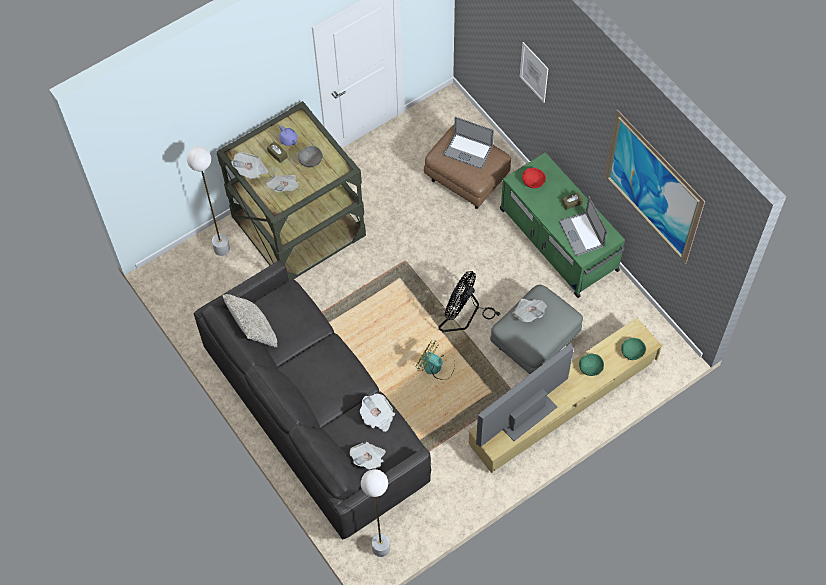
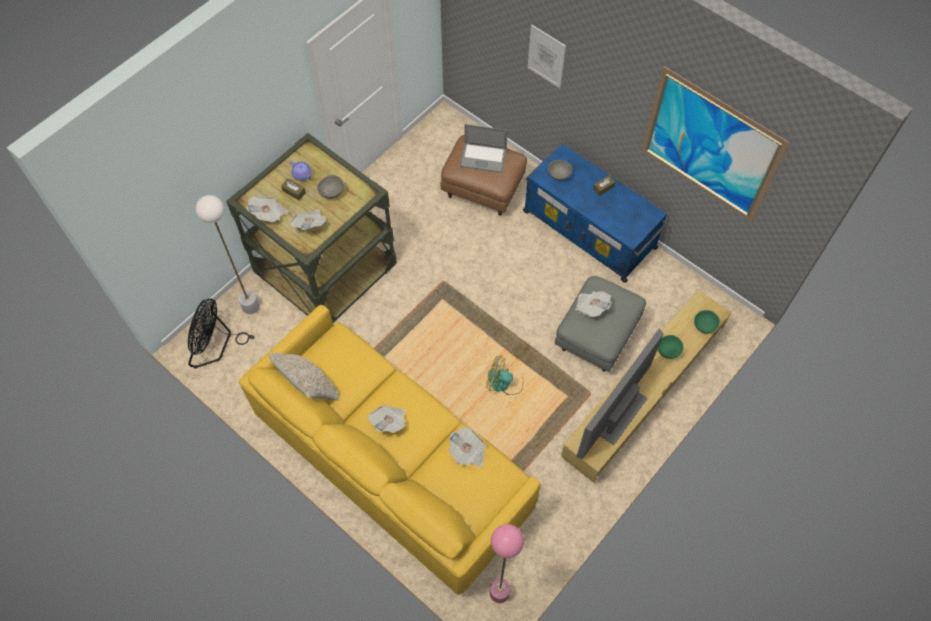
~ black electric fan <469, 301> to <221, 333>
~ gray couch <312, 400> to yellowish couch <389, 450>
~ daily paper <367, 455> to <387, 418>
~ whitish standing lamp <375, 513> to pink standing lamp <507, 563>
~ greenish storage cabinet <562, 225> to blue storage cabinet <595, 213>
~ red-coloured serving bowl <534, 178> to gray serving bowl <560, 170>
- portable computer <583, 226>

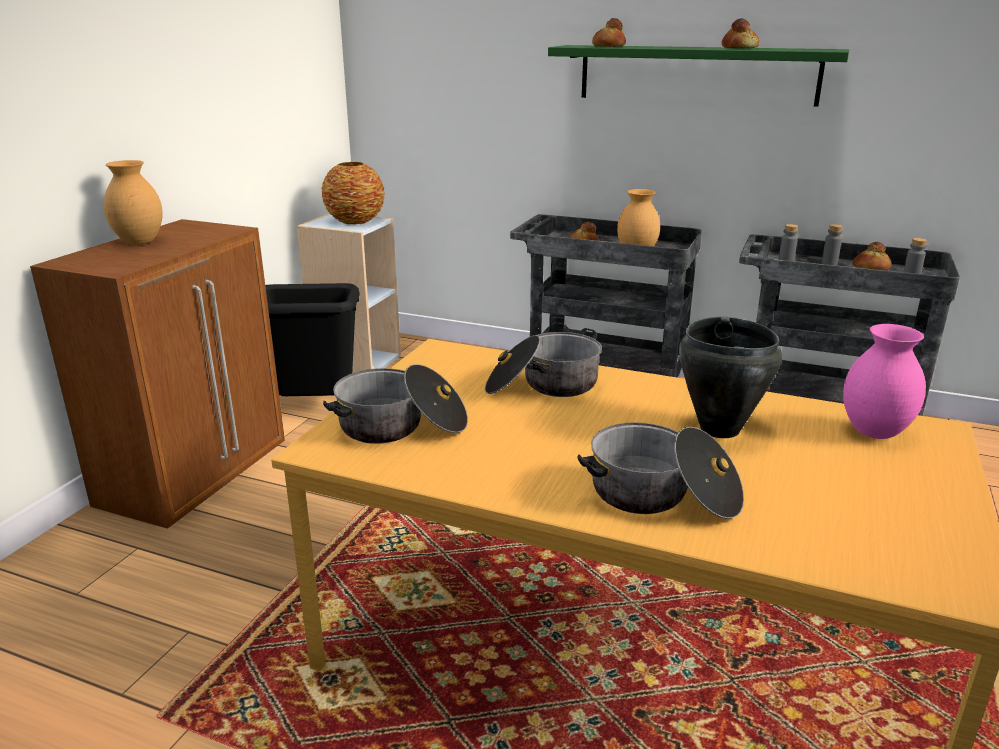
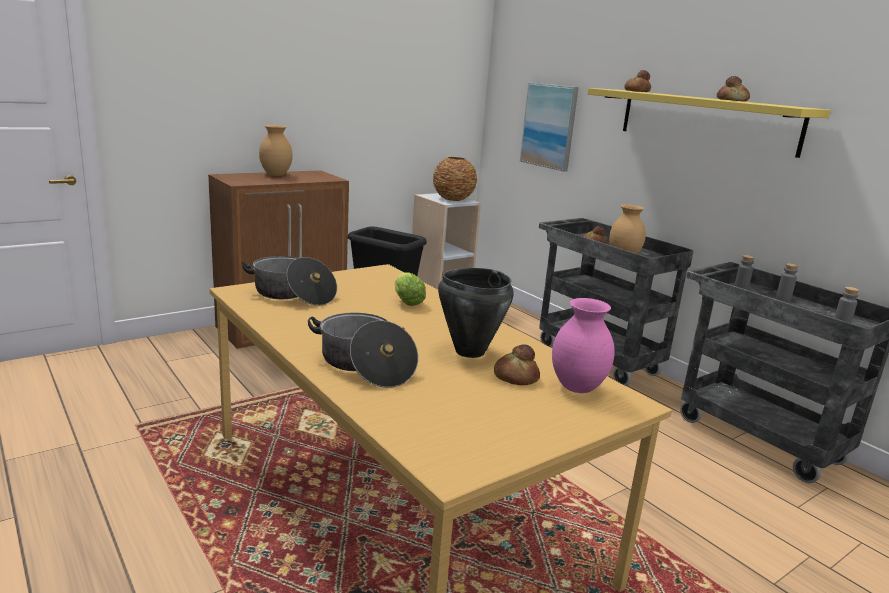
~ cooking pot <543, 362> to lettuce <410, 289>
~ baked bread <872, 256> to <517, 364>
+ wall picture <549, 127>
~ greenish shelf <698, 76> to yellowish shelf <709, 123>

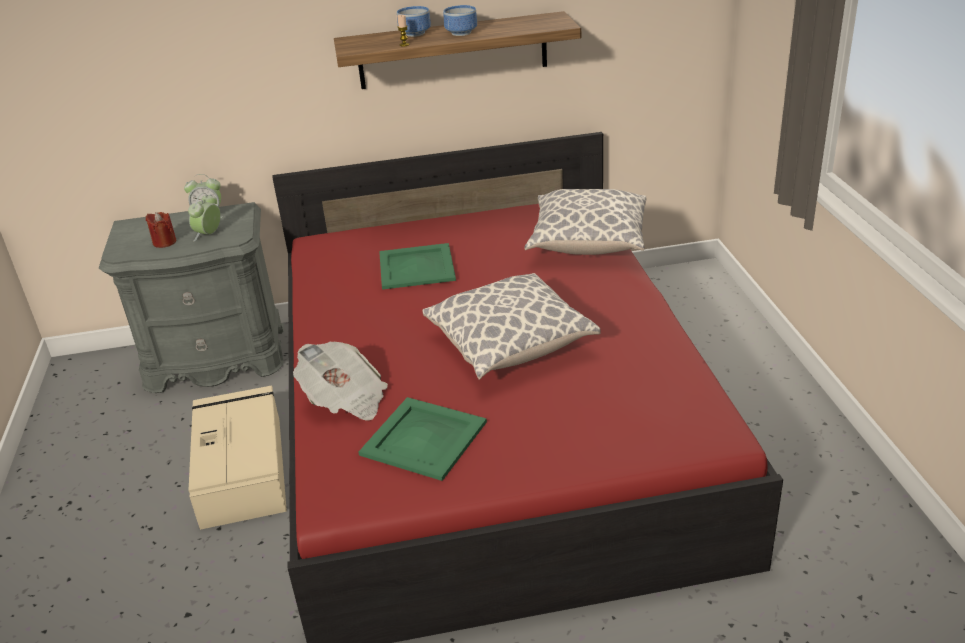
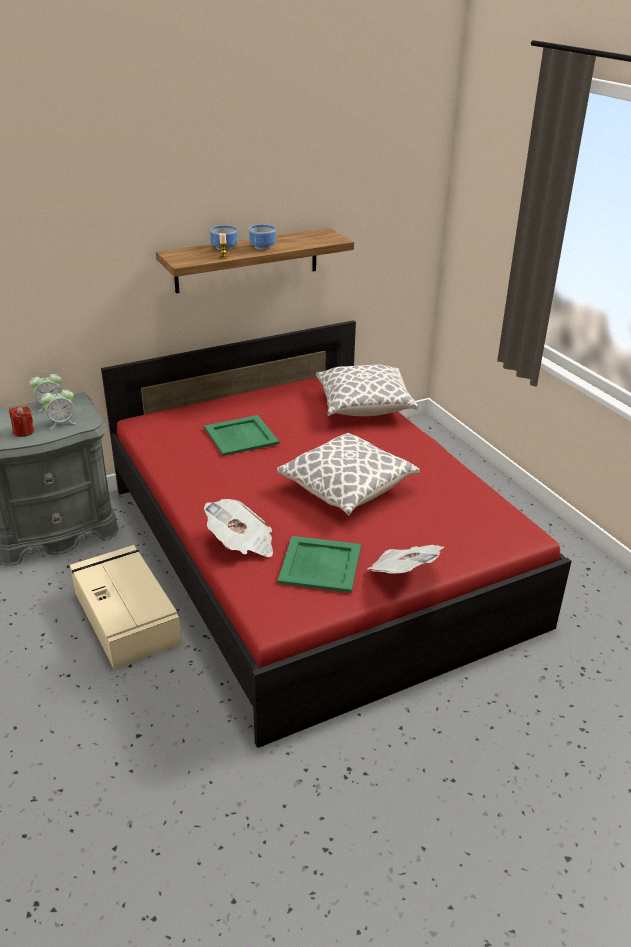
~ alarm clock <204, 217> = <58, 407> 120 degrees counterclockwise
+ daily paper <405, 559>

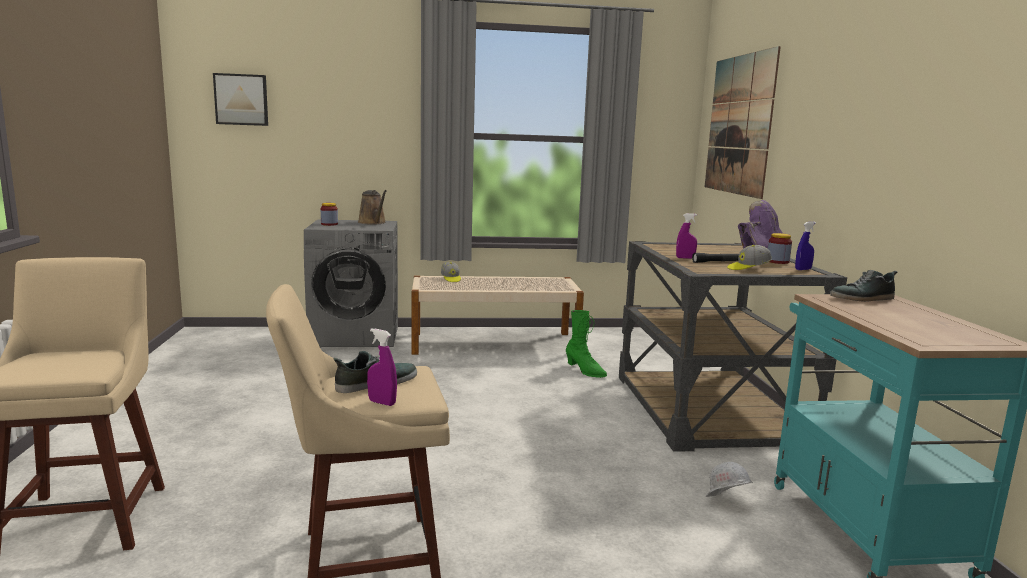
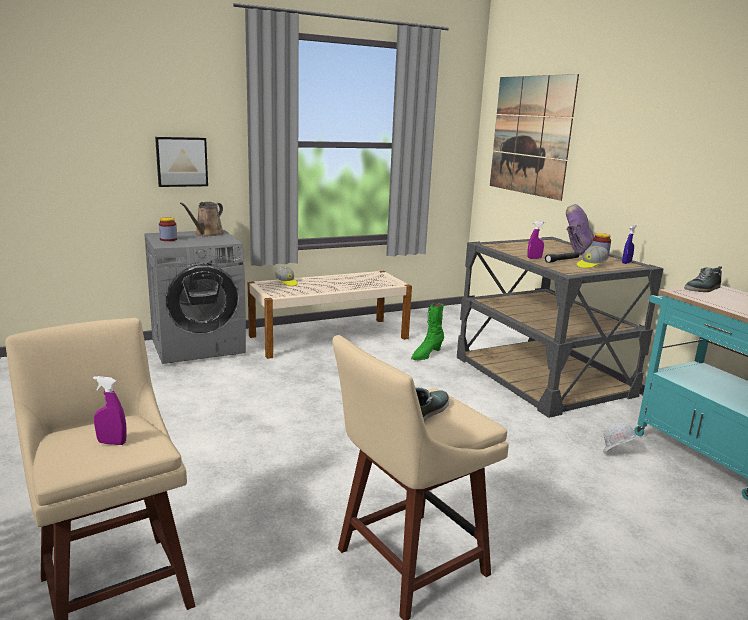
~ purple sprayer <382, 367> to <109, 410>
~ wall picture <240, 99> to <181, 162>
~ brownish sprinkling can <372, 207> = <202, 219> 75 degrees clockwise
~ greenish high-top boot <586, 344> = <427, 331> 105 degrees clockwise

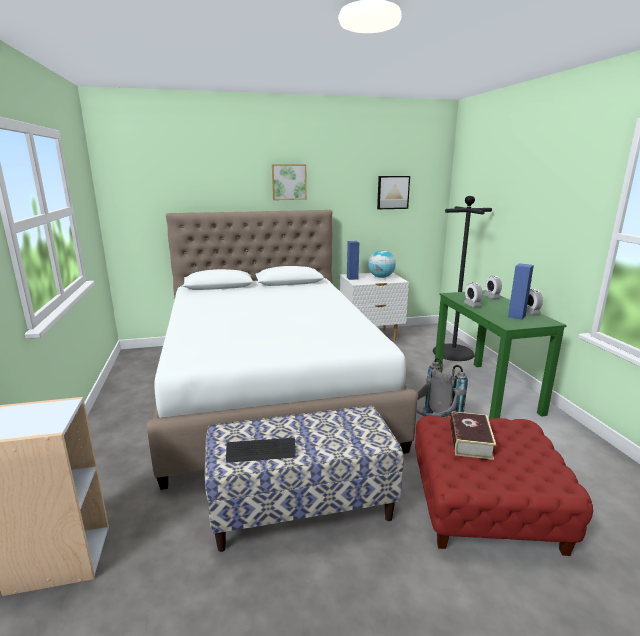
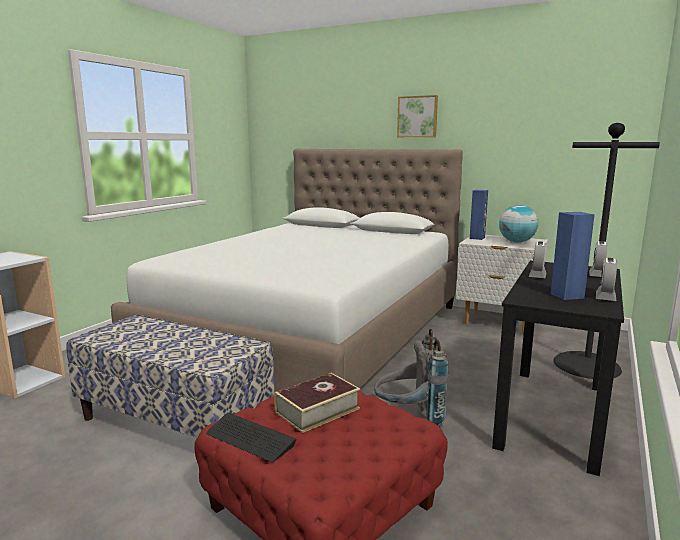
~ PC keyboard <261, 450> to <251, 437>
~ greenish desk <501, 354> to black desk <558, 368>
- wall picture <393, 192>

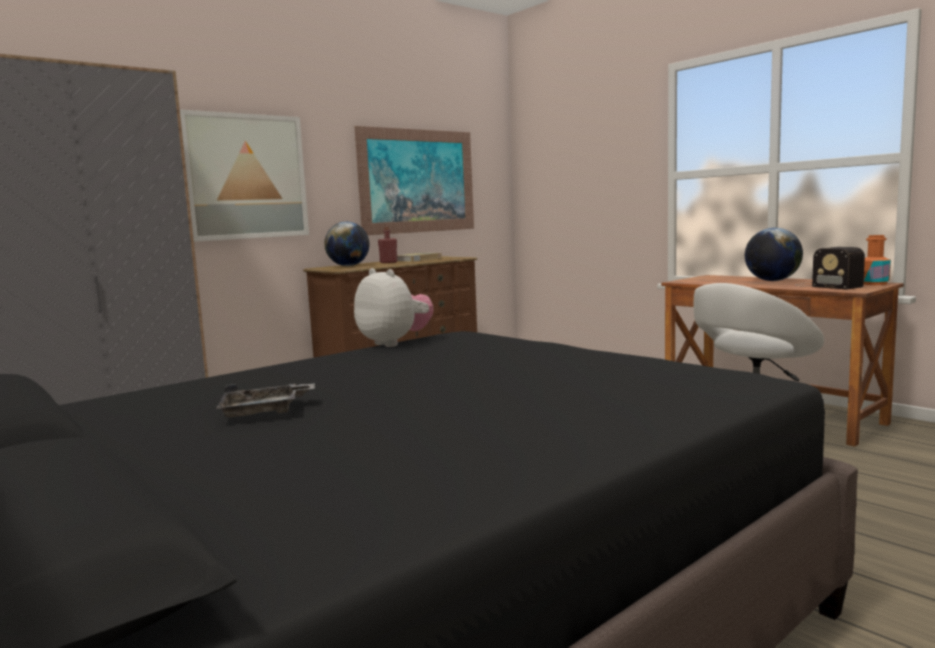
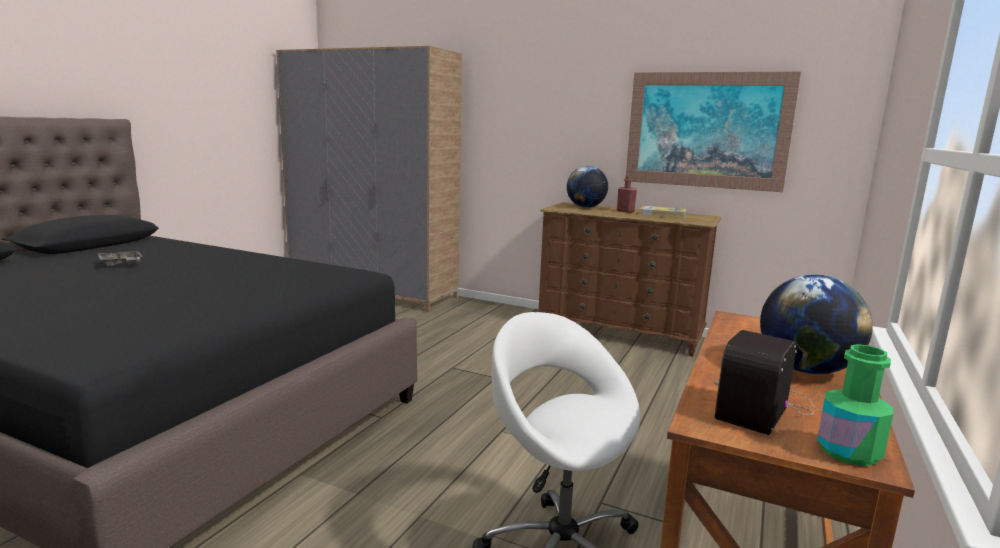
~ orange bottle <877, 260> to greenish bottle <855, 405>
- wall picture <244, 176>
- soft toy <393, 307>

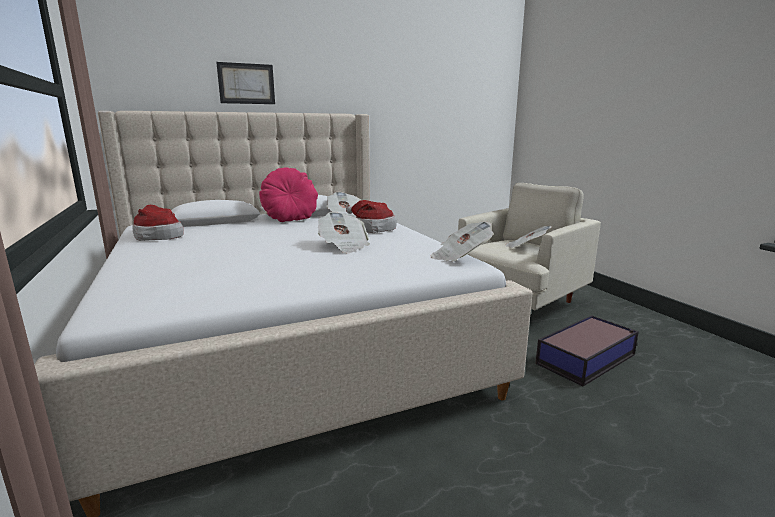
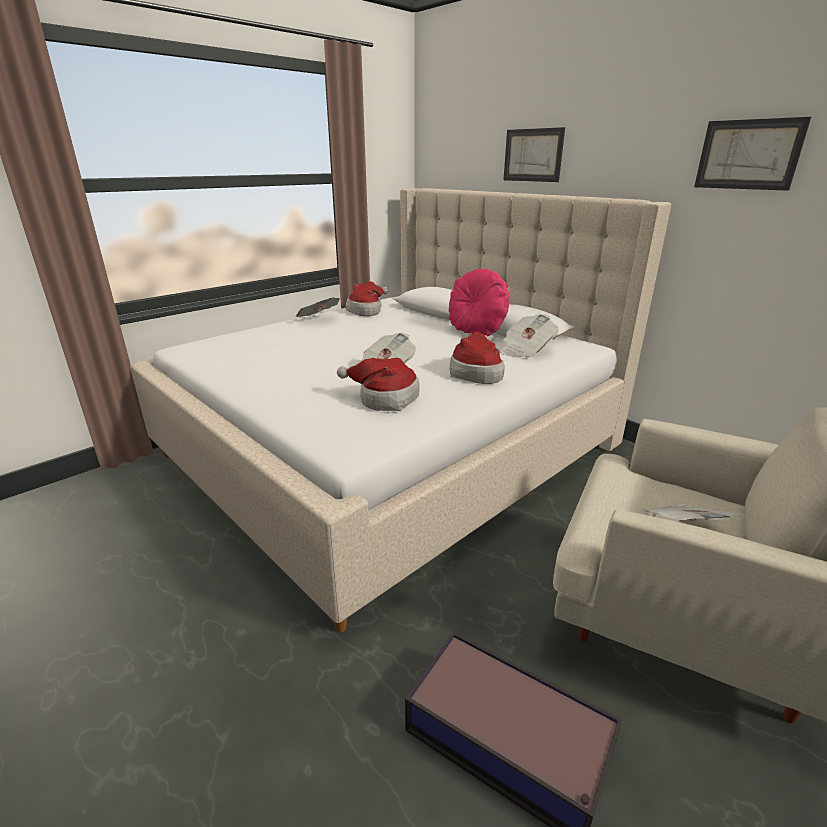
~ daily paper <461, 242> to <318, 307>
+ hat <378, 384>
+ wall picture <752, 154>

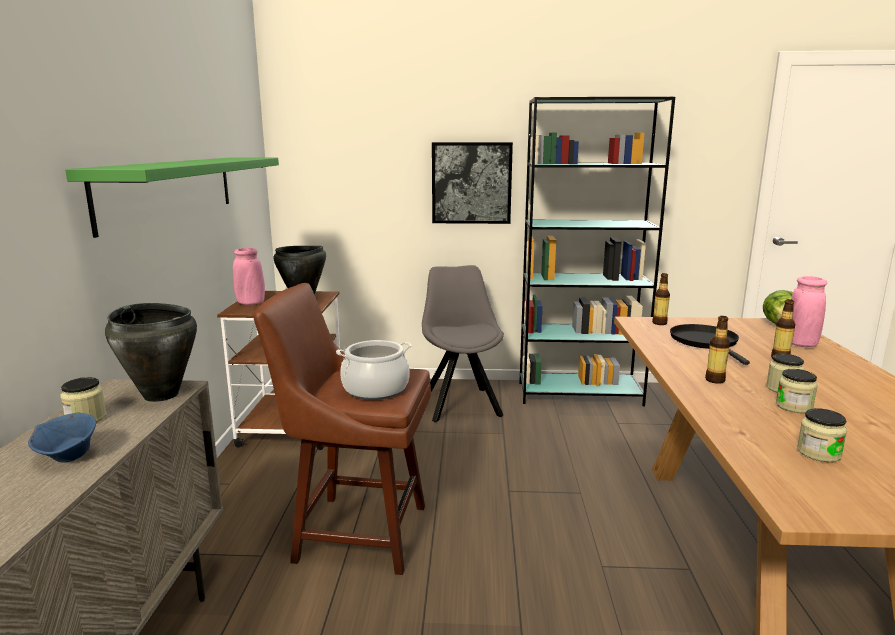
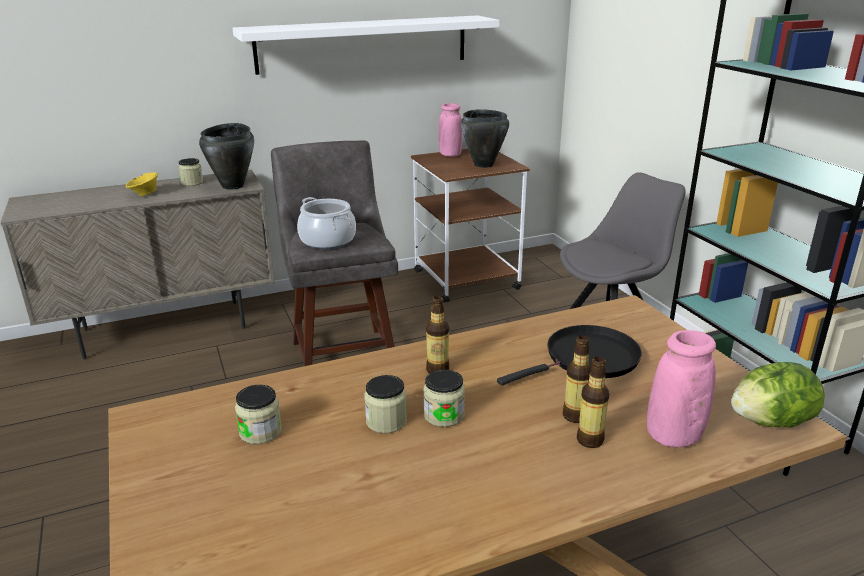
~ blue serving bowl <62, 438> to yellowish serving bowl <142, 184>
~ greenish shelf <172, 198> to whitish shelf <366, 45>
~ brownish sitting stool <342, 429> to gray sitting stool <334, 253>
~ bottle <661, 299> to <593, 402>
- wall picture <472, 183>

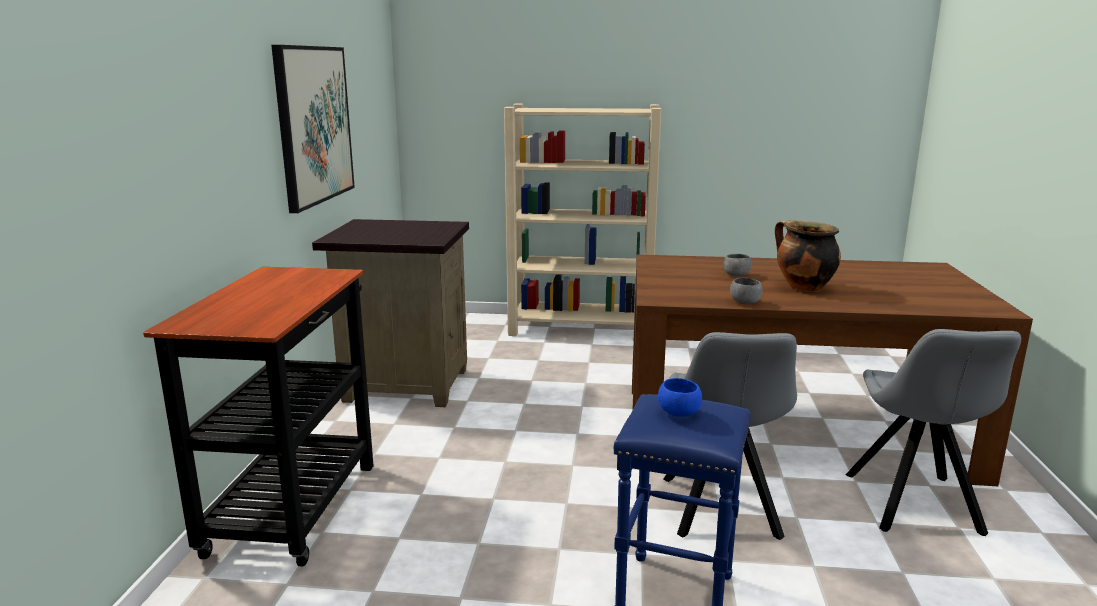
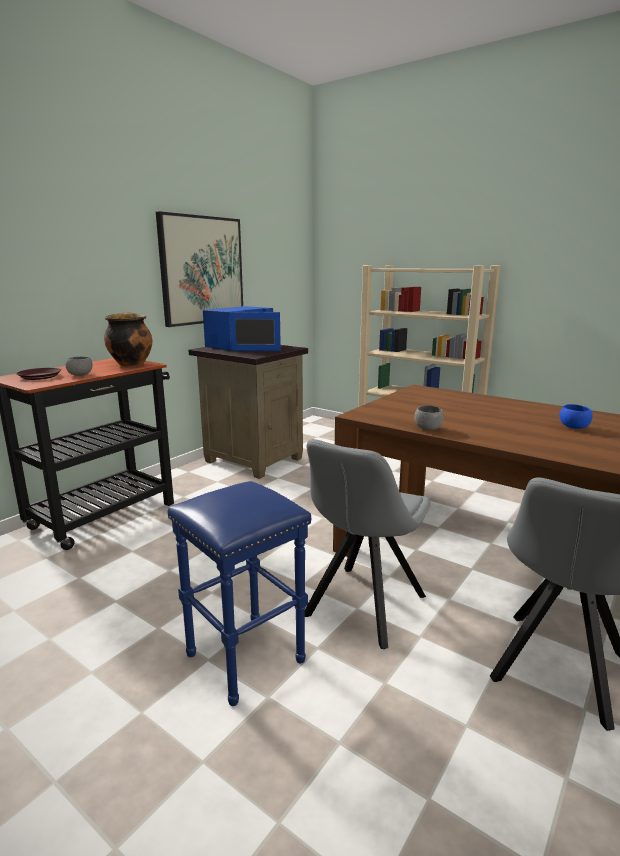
+ brownish flat dish <38, 374>
~ gray serving bowl <738, 265> to <79, 366>
~ cooking pot <808, 256> to <128, 339>
+ blue microwave oven <242, 328>
~ blue serving bowl <680, 397> to <576, 416>

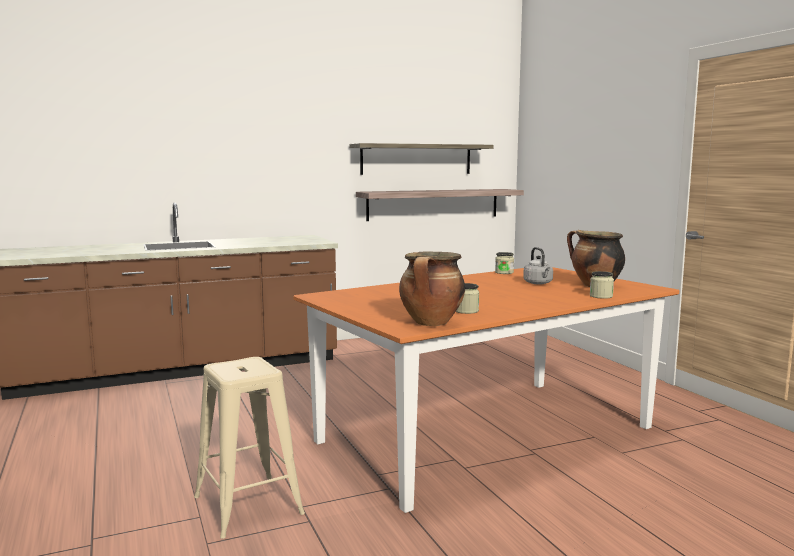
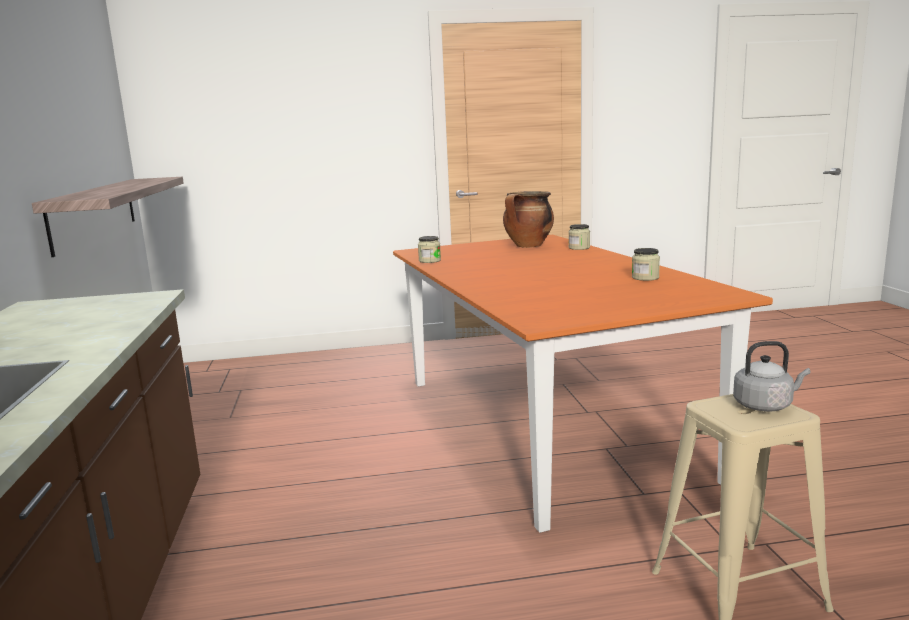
~ gray water kettle <538, 266> to <772, 376>
- shelf <421, 159>
- cooking pot <432, 289>

